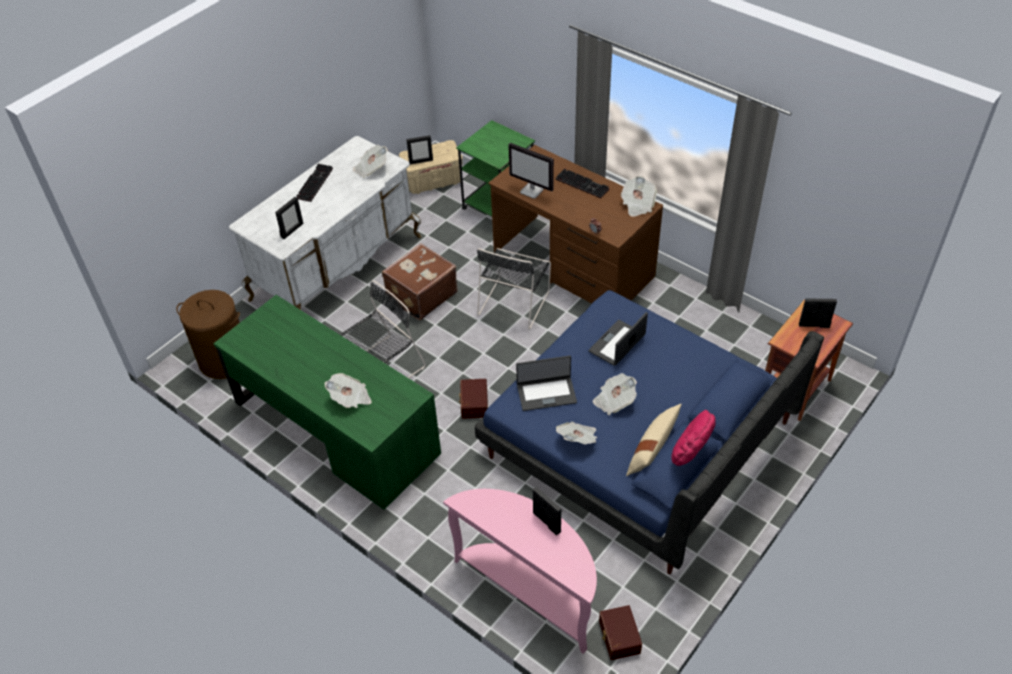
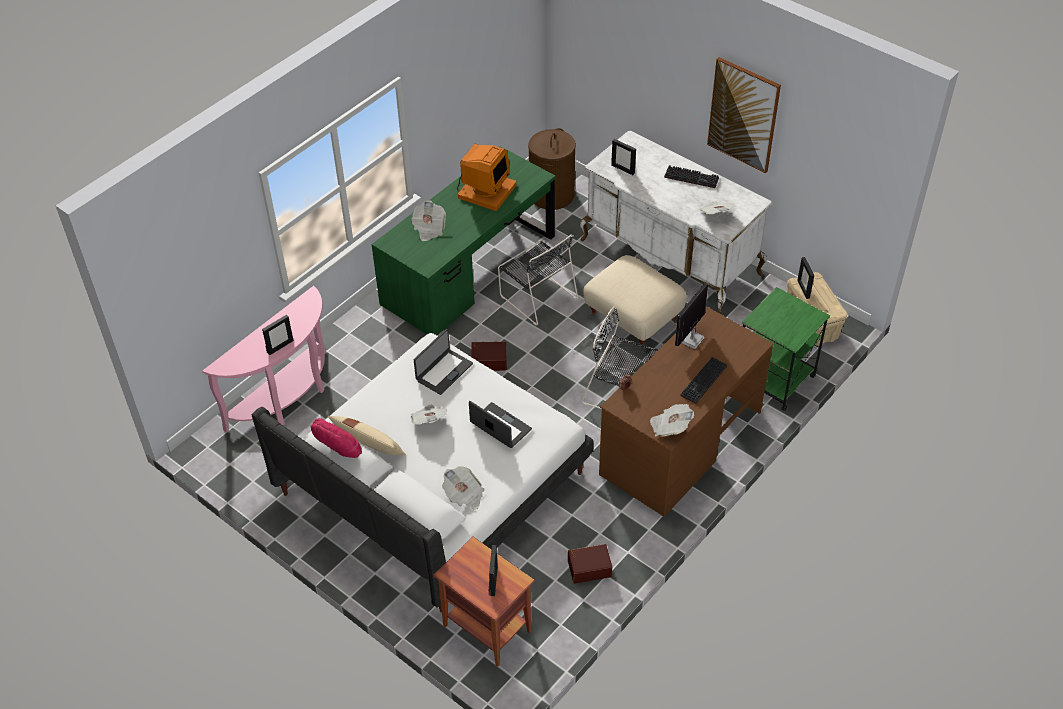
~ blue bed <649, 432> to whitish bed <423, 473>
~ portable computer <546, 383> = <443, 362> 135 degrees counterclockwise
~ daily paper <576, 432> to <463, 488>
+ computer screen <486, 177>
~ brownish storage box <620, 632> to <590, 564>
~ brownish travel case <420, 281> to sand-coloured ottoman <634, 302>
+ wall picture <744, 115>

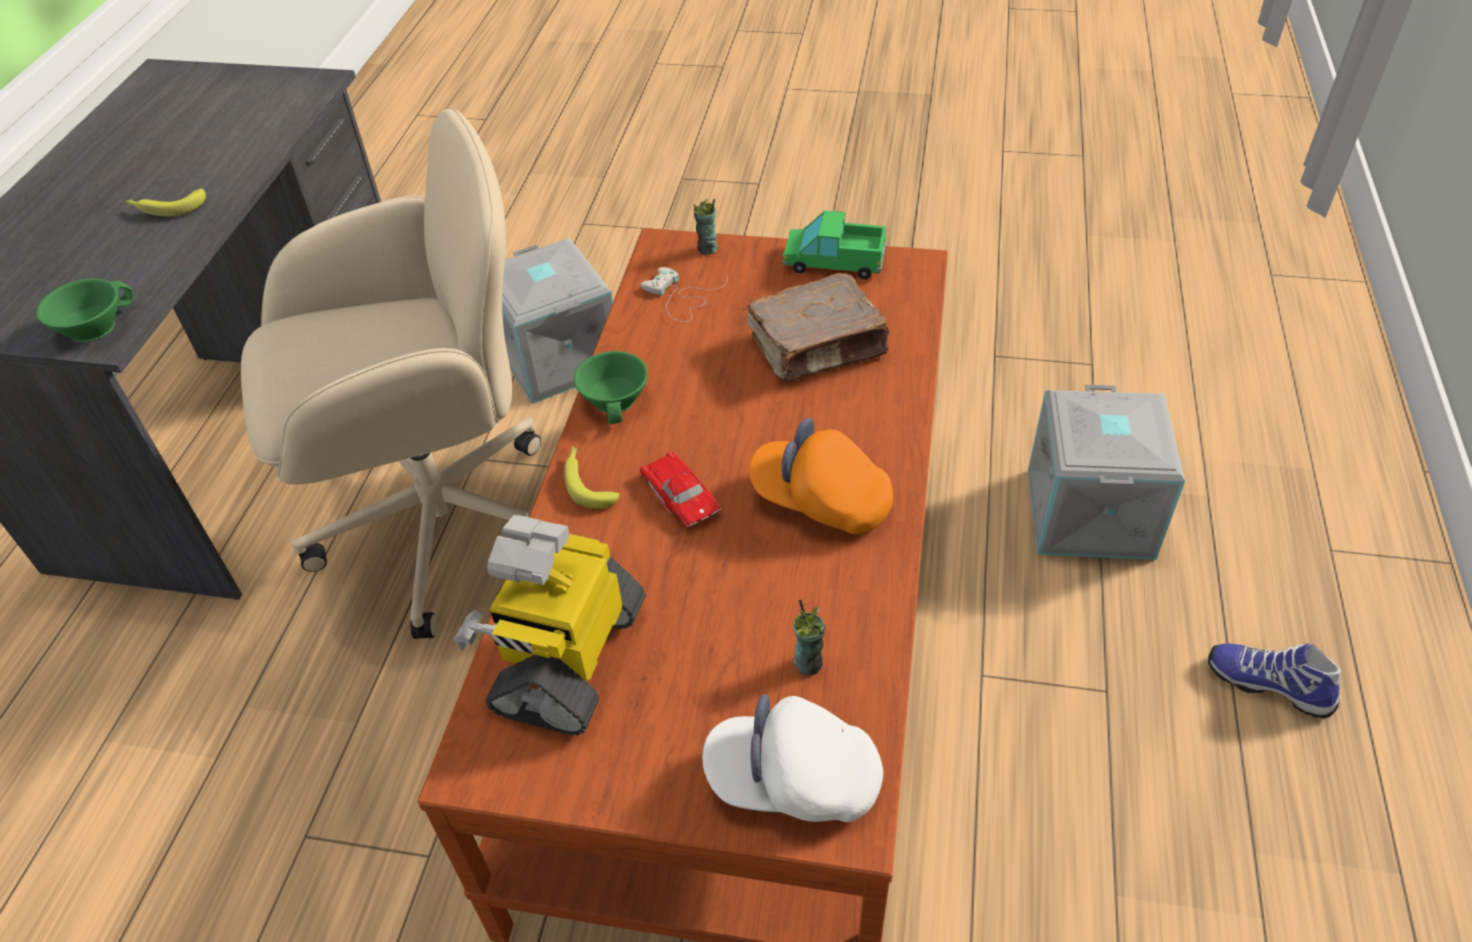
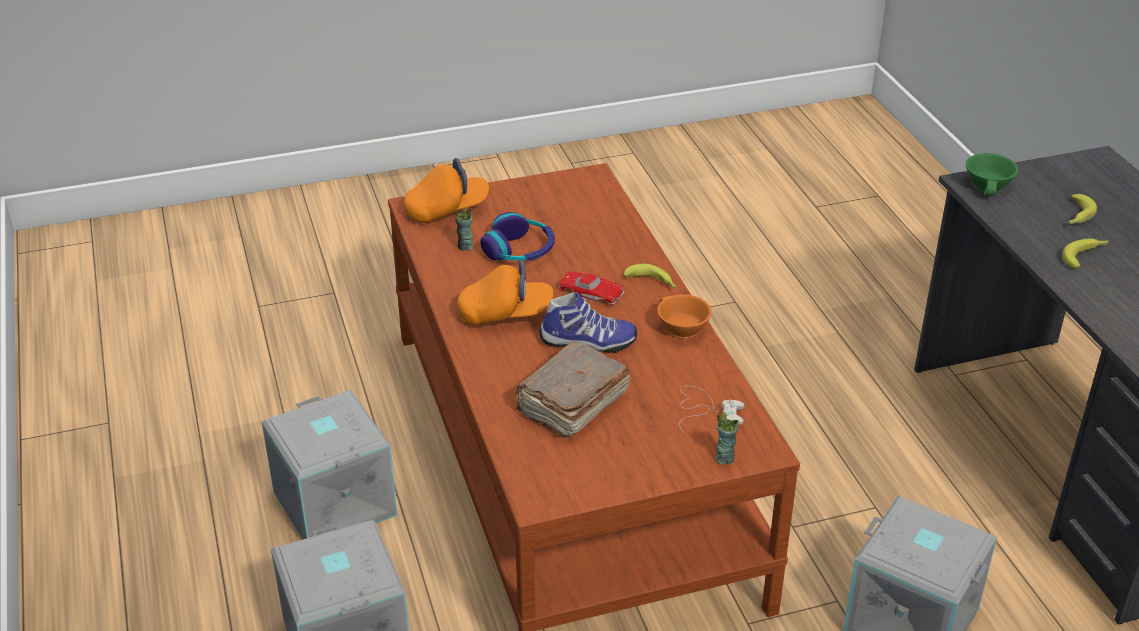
+ gray storage box <330, 465>
~ whitish peaked cap <792, 758> to orange peaked cap <446, 190>
+ headset <517, 236>
~ item of footwear <1274, 680> to <588, 322>
~ greenish drinking cup <611, 387> to orange drinking cup <684, 316>
+ whole banana <1083, 209>
- sand-coloured desk chair <391, 373>
- robot figure <550, 625>
- model truck <834, 244>

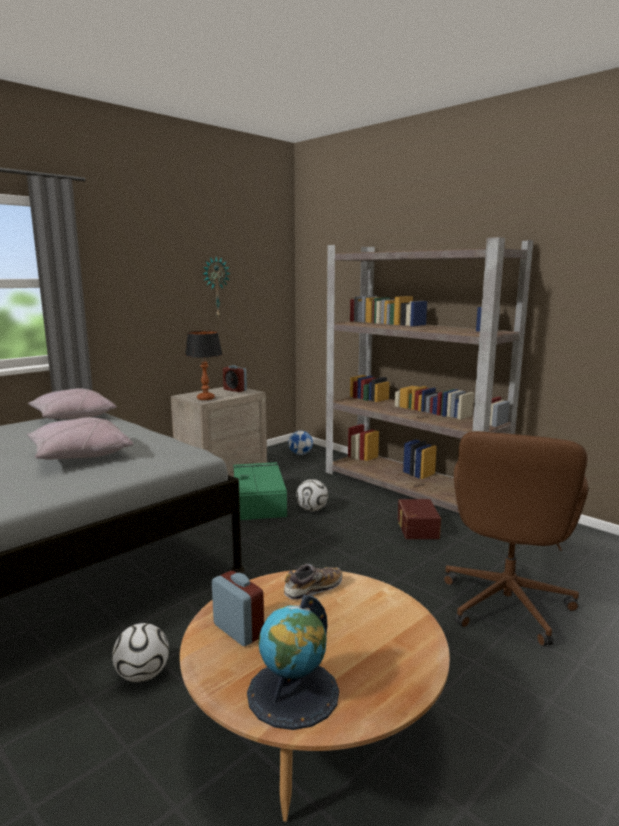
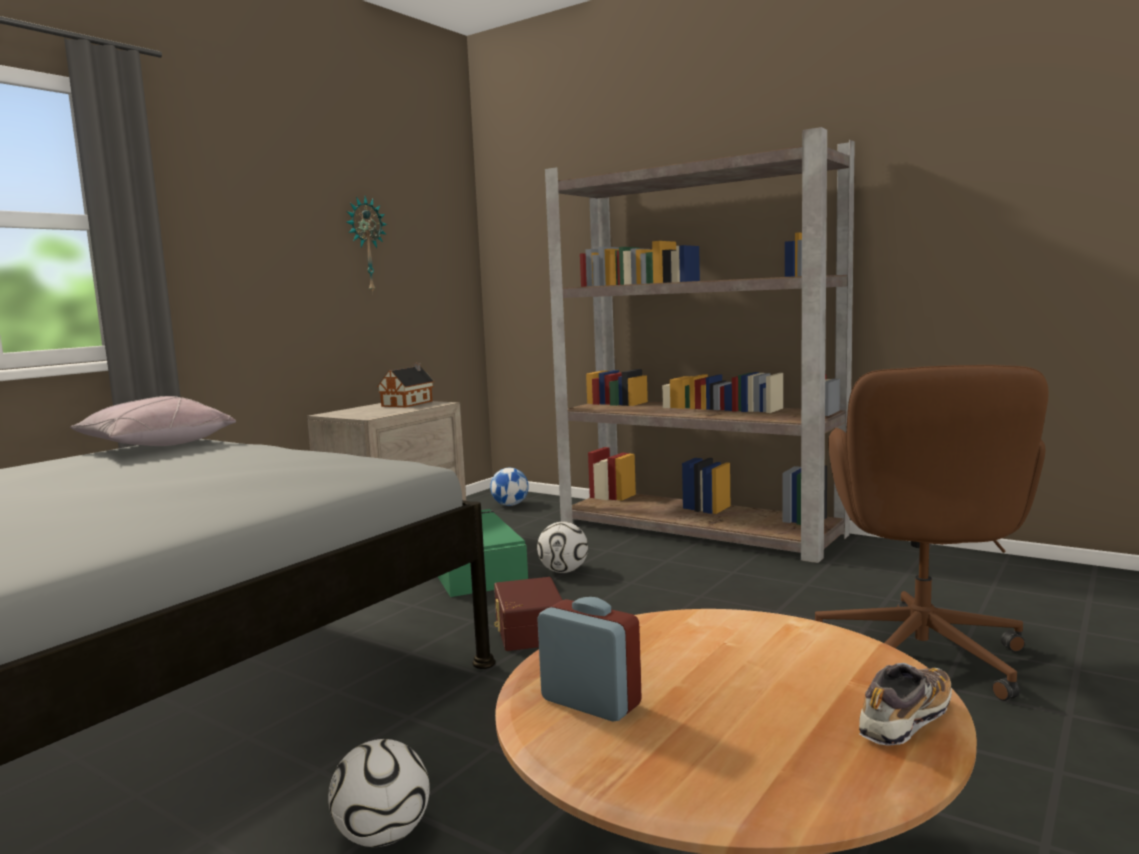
~ alarm clock <235, 378> to miniature house <405, 385>
~ brownish storage box <419, 519> to <528, 614>
~ item of footwear <313, 582> to <905, 704>
- purple throw pillow <80, 438>
- lamp for a table <204, 365>
- globe <293, 662>

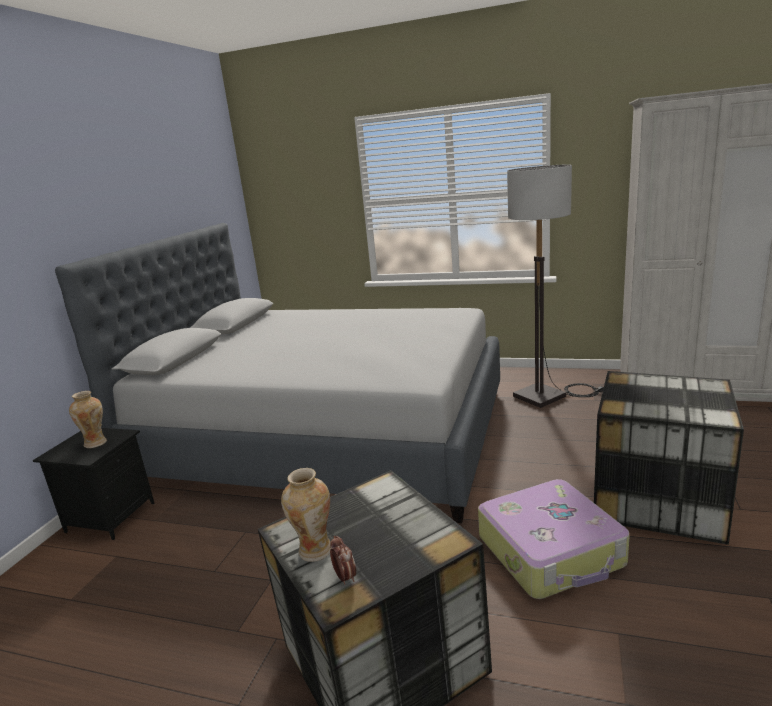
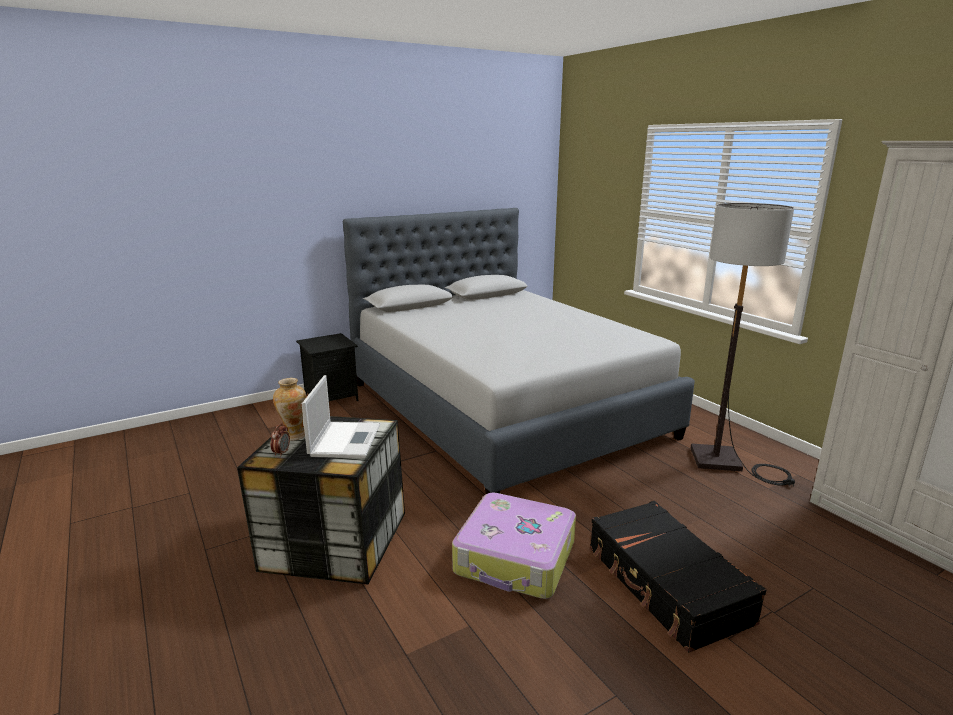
+ portable computer <341, 416>
~ storage box <669, 458> to black travel case <678, 577>
- flower vase <88, 419>

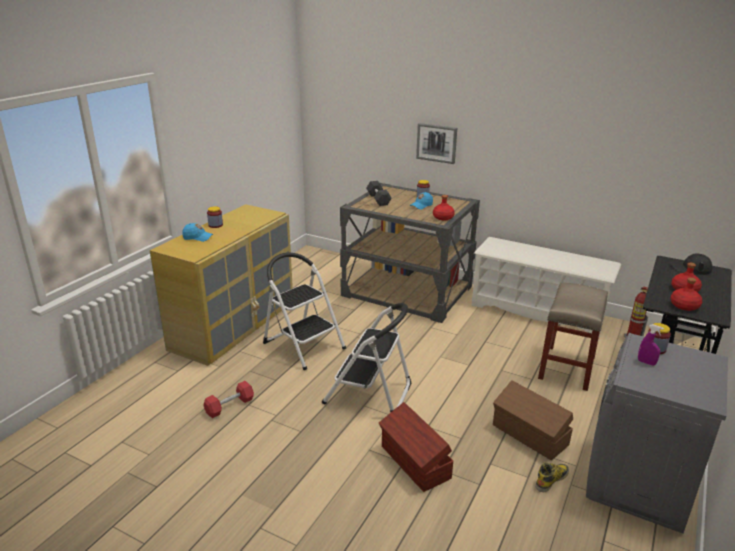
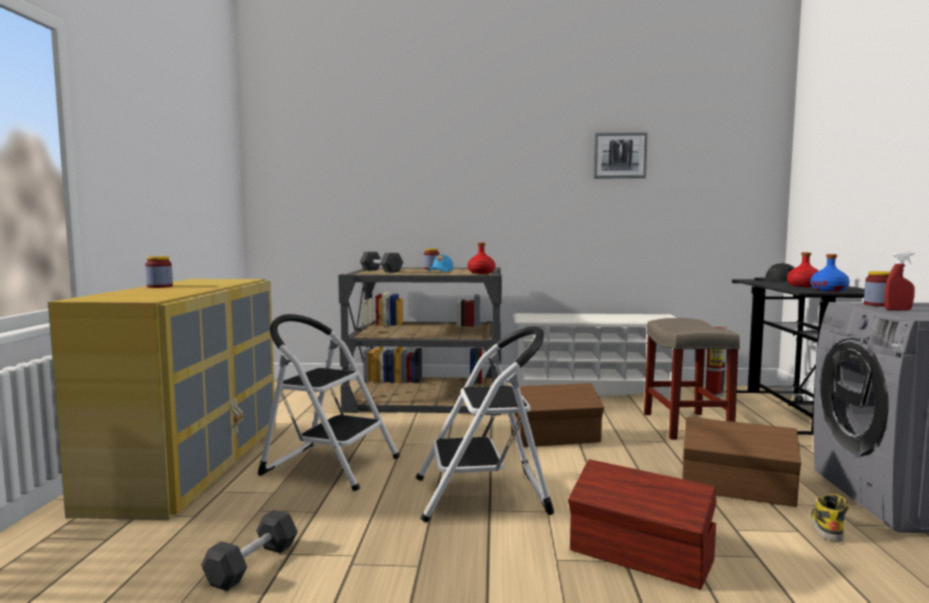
~ red-coloured hand weight <228, 399> to black hand weight <249, 550>
+ brownish storage box <557, 415>
~ wall picture <436, 143> to <620, 155>
~ red-coloured bottle <686, 294> to blue bottle <830, 273>
~ purple sprayer <651, 345> to red-coloured sprayer <899, 281>
- blue peaked cap <197, 232>

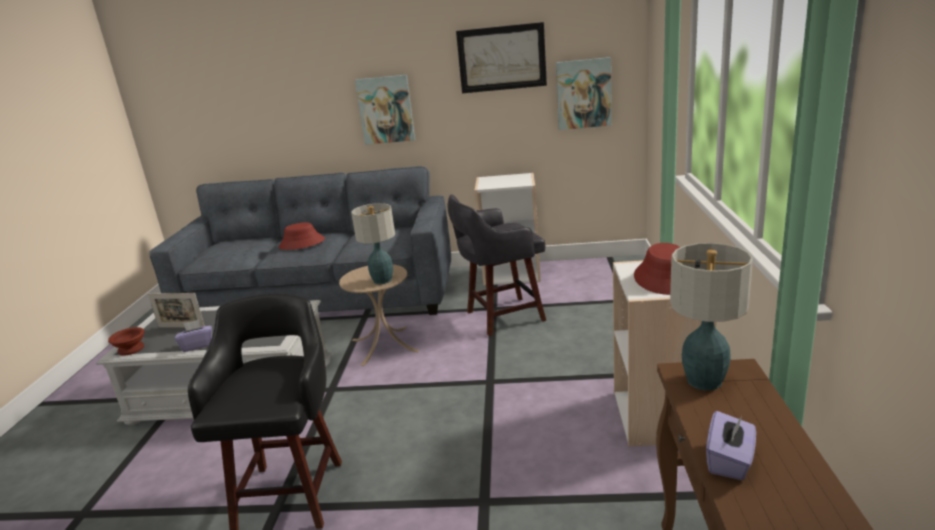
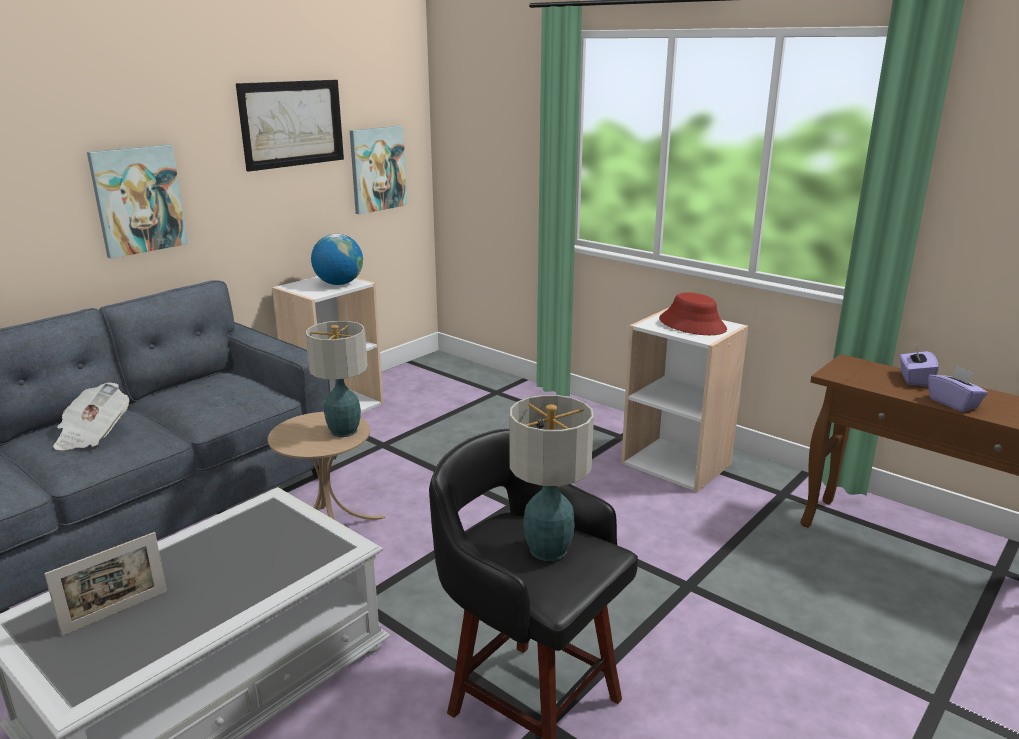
~ red-coloured hat <302, 236> to daily paper <91, 416>
+ globe <337, 259>
~ lamp for a table <711, 316> to <551, 478>
~ purple tissue box <193, 335> to <919, 365>
- brownish serving bowl <126, 341>
- gray sitting stool <496, 265>

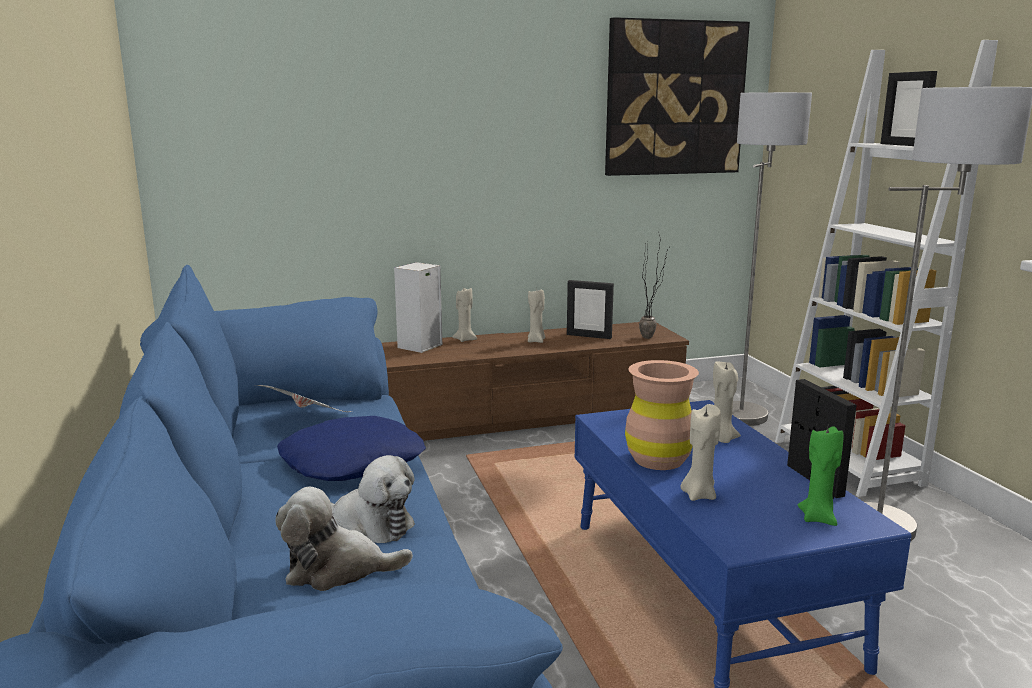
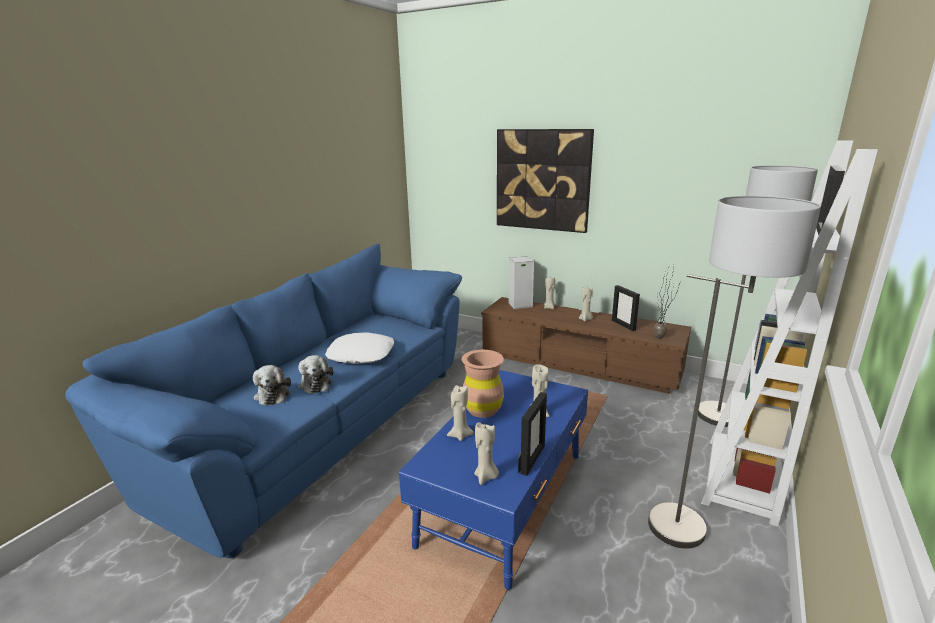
~ soft toy <344, 539> = <272, 385> 150 degrees counterclockwise
~ blue throw pillow <351, 448> to whitish throw pillow <359, 348>
~ greenish wax light <820, 476> to sand-coloured wax light <486, 453>
~ wall picture <677, 96> to <545, 181>
- daily paper <303, 398>

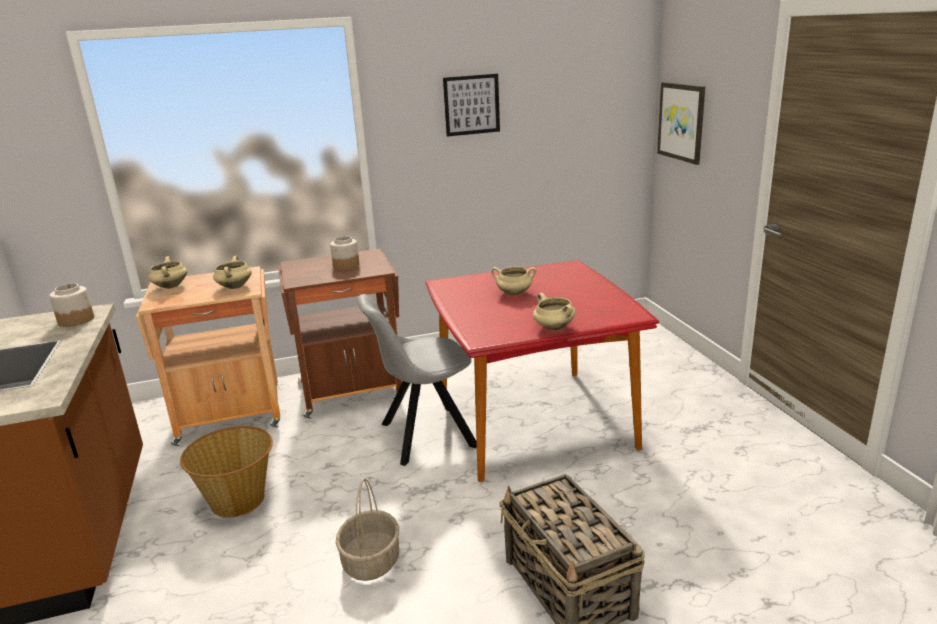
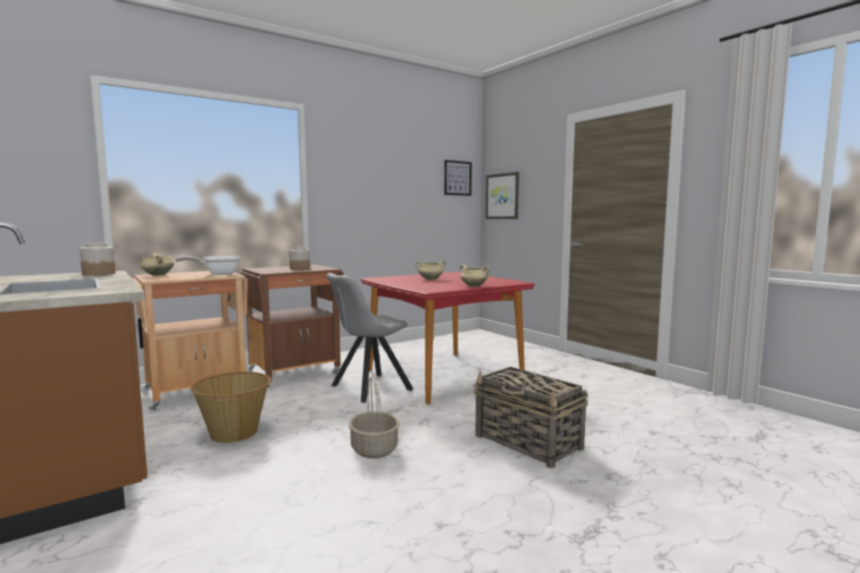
~ sand-coloured cooking pot <232, 272> to pan <207, 265>
~ wall picture <471, 105> to <458, 178>

